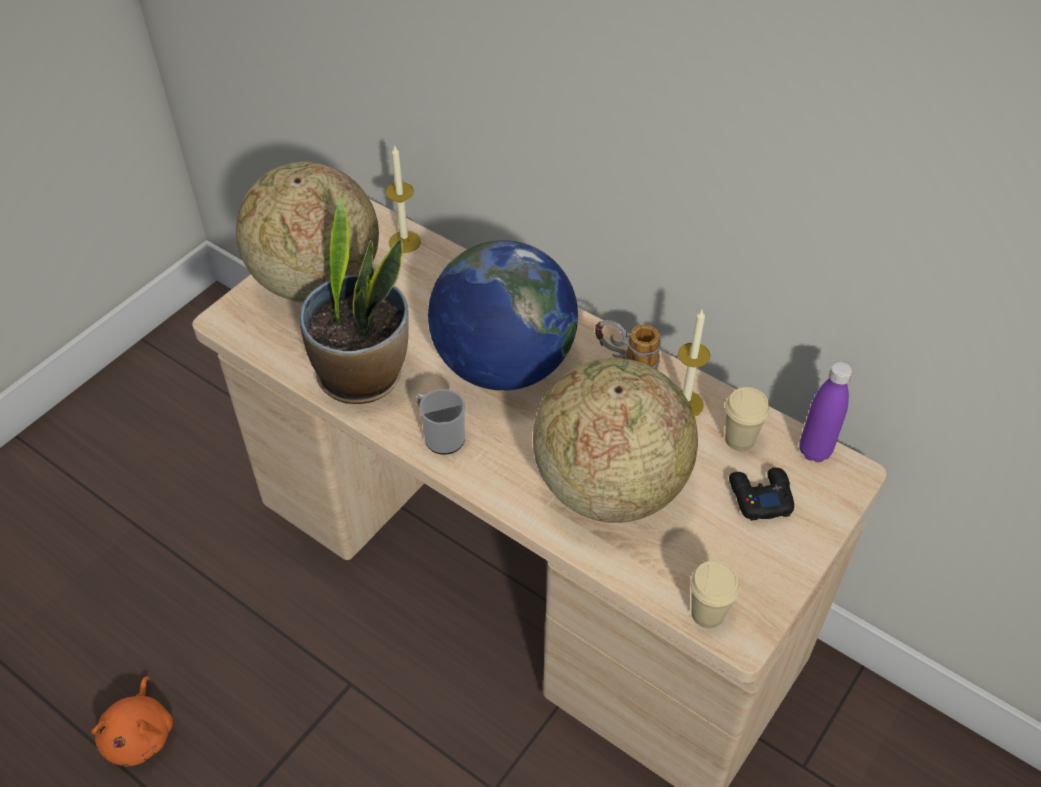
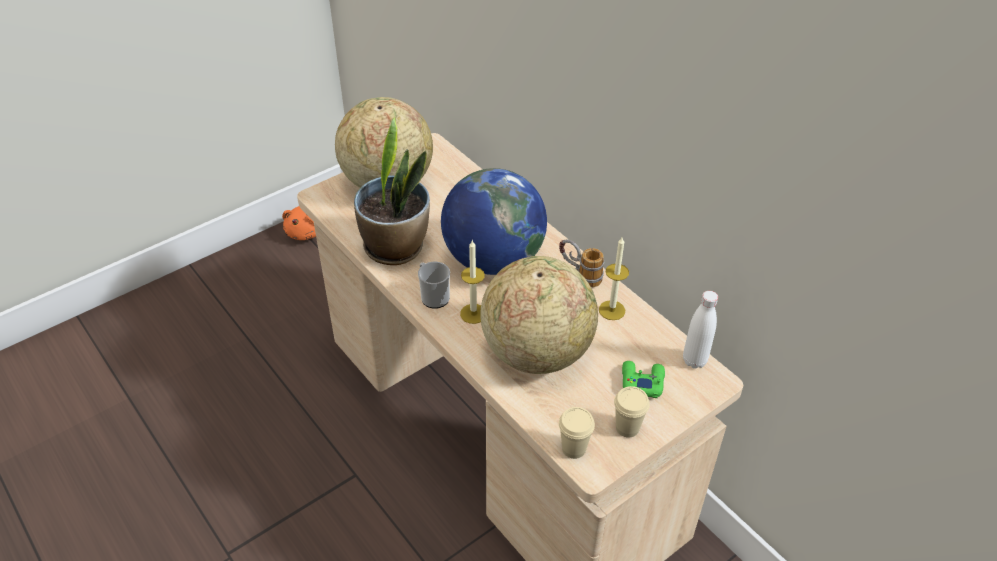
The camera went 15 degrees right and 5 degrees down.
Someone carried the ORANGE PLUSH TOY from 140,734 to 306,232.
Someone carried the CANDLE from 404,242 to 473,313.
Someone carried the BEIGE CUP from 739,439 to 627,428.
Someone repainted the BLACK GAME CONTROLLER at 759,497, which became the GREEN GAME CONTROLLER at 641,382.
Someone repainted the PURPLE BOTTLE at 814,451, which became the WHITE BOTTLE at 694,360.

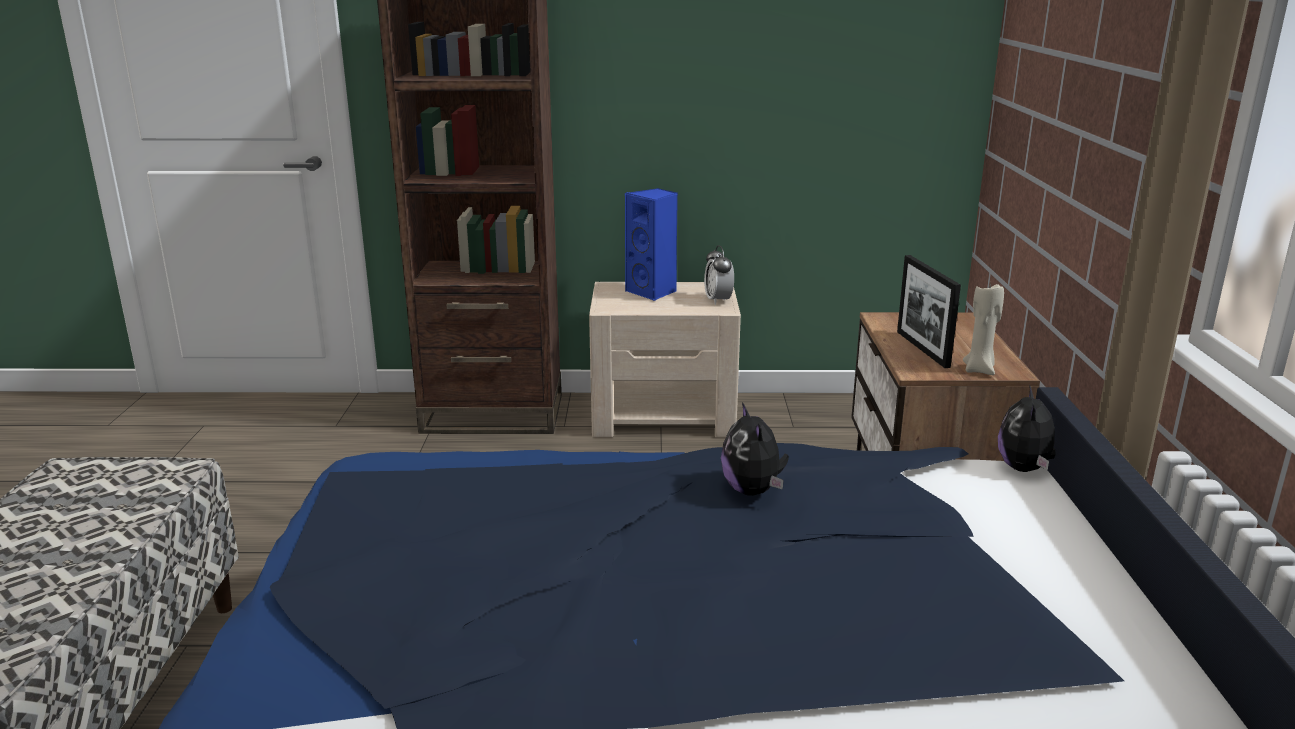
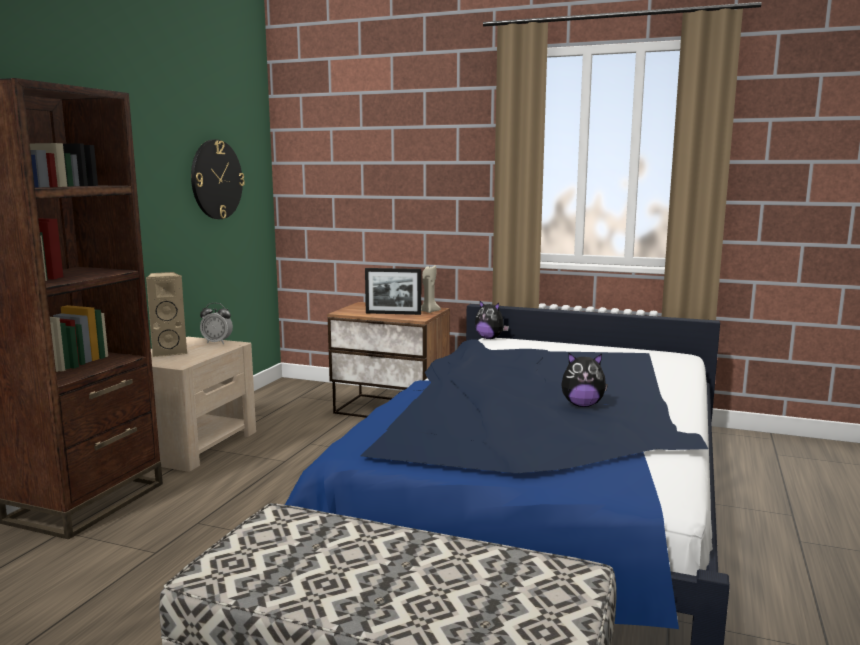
The camera went 70 degrees left and 10 degrees down.
Someone put up the WALL CLOCK at 216,179.
Someone carried the PLUSH TOY from 753,491 to 582,405.
Someone repainted the BLUE SPEAKER at 653,292, which became the BEIGE SPEAKER at 169,352.

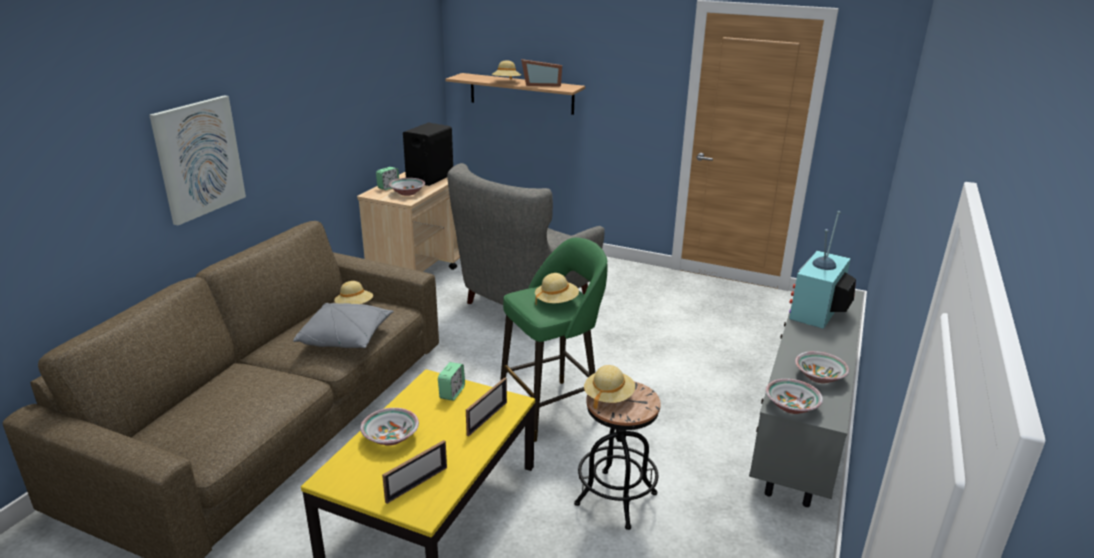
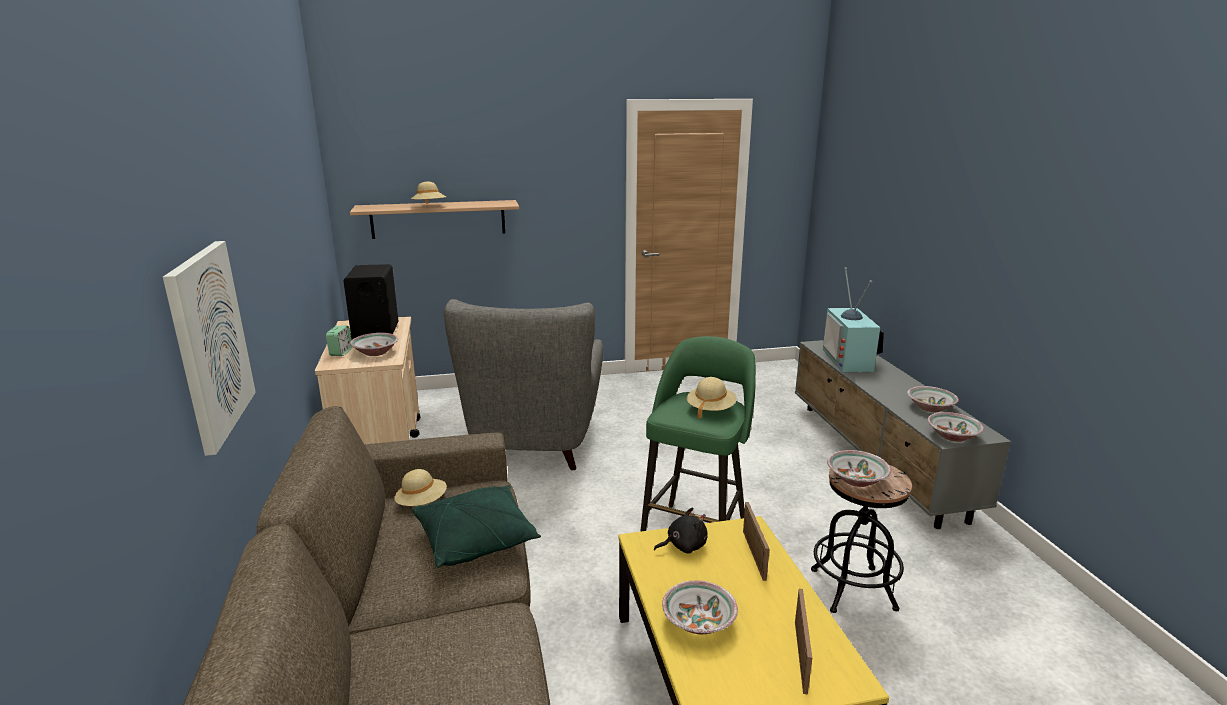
The camera went 35 degrees left and 5 degrees down.
Someone took away the PICTURE FRAME at 541,84.
Someone swapped the ALARM CLOCK at 452,393 for the BLACK PLUSH TOY at 683,546.
Someone swapped the BEIGE HAT at 608,397 for the BOWL at 856,480.
Someone repainted the GREY PILLOW at 346,338, which became the GREEN PILLOW at 476,539.

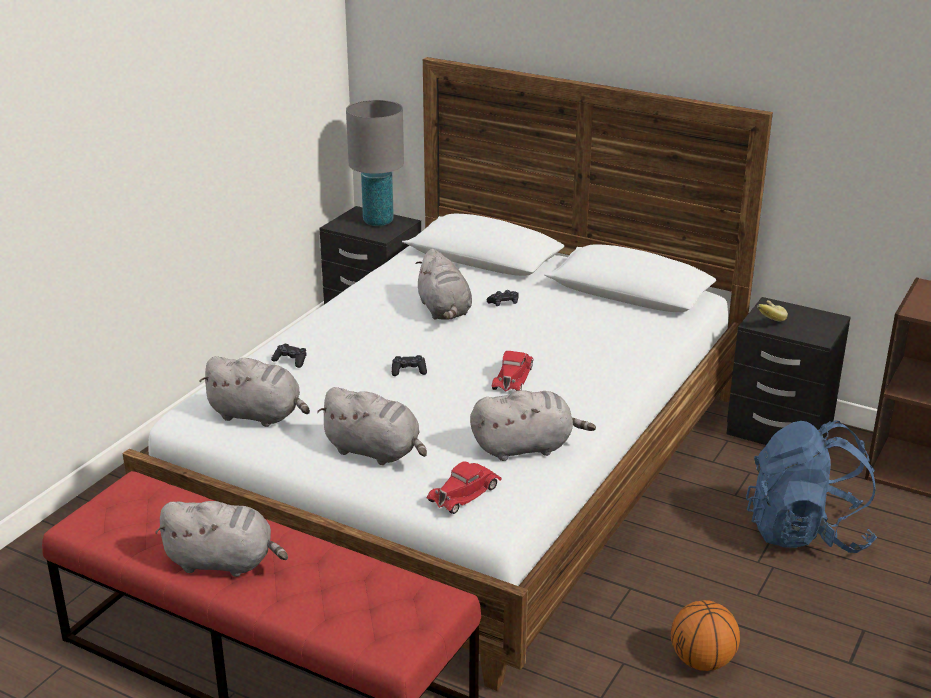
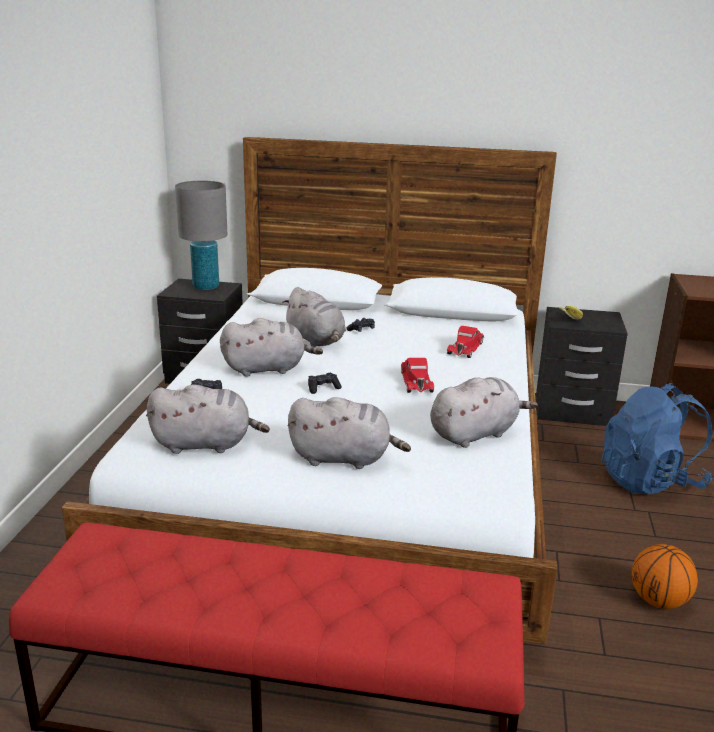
The camera went 20 degrees left and 5 degrees down.
Someone carried the GREY PLUSH TOY from 224,562 to 267,369.
Someone carried the RED TOY CAR from 465,493 to 465,348.

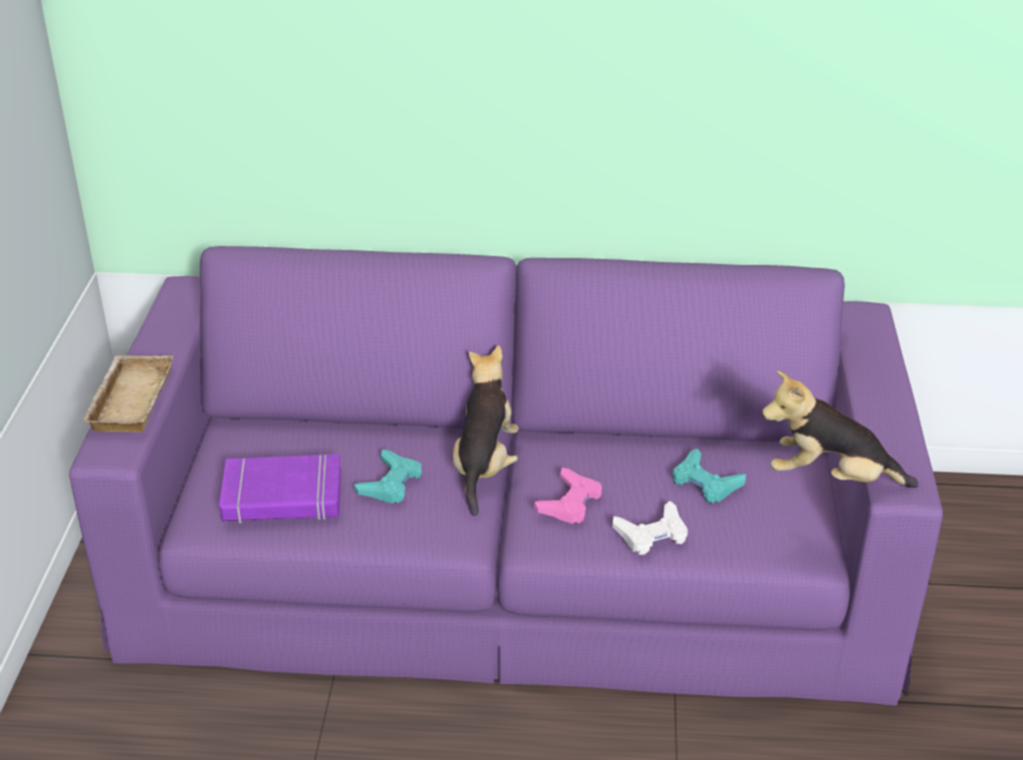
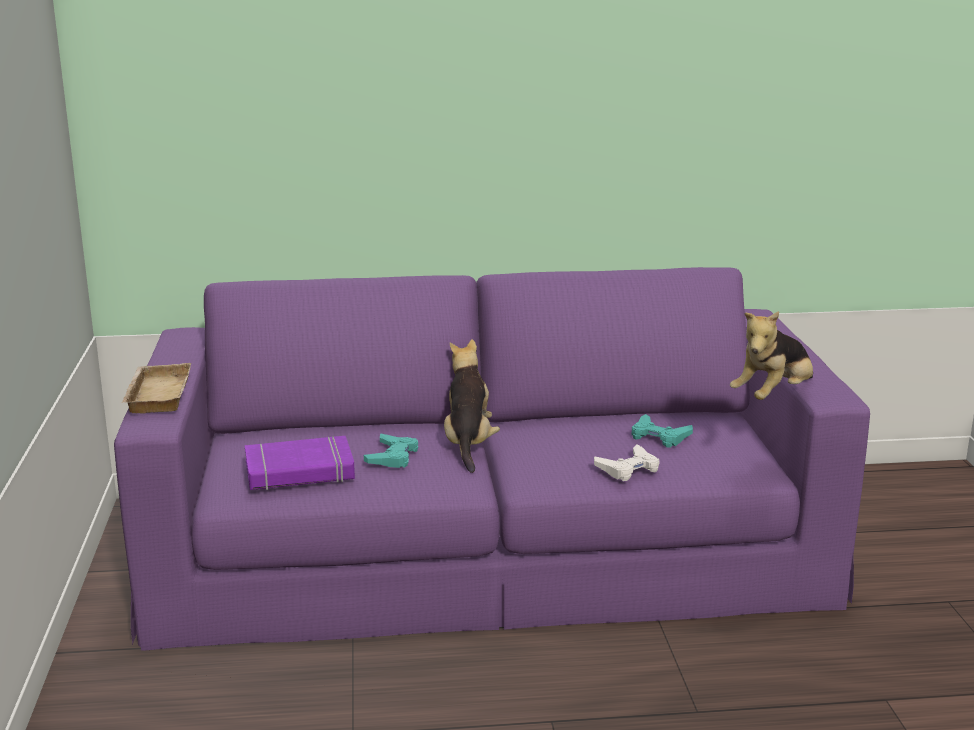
The camera went 10 degrees left and 15 degrees down.
Someone took away the PINK GAME CONTROLLER at 570,502.
Someone rotated the PLUSH TOY at 830,478 by 45 degrees counterclockwise.

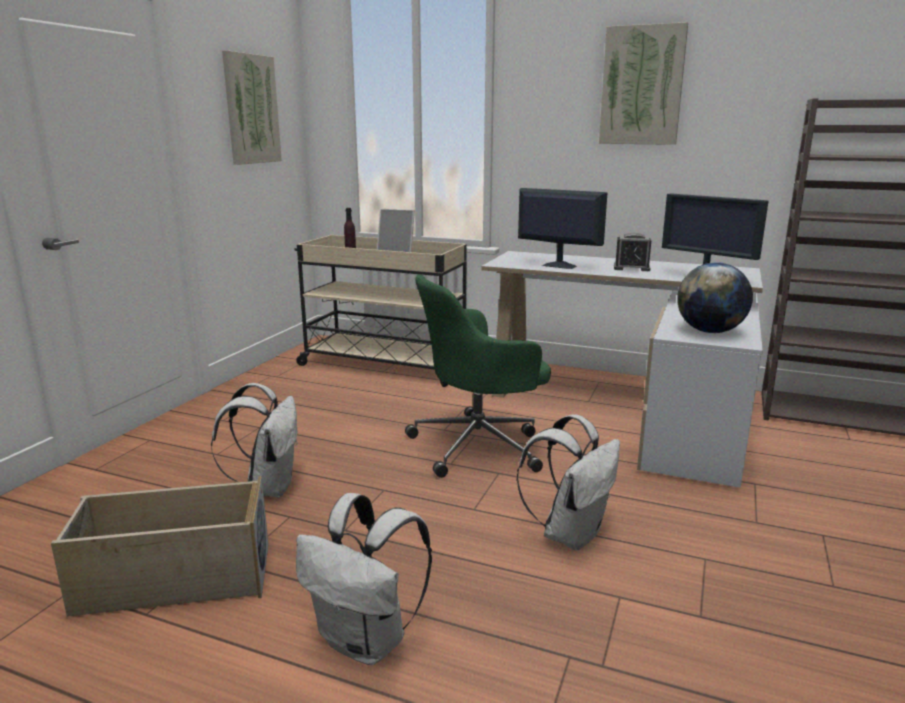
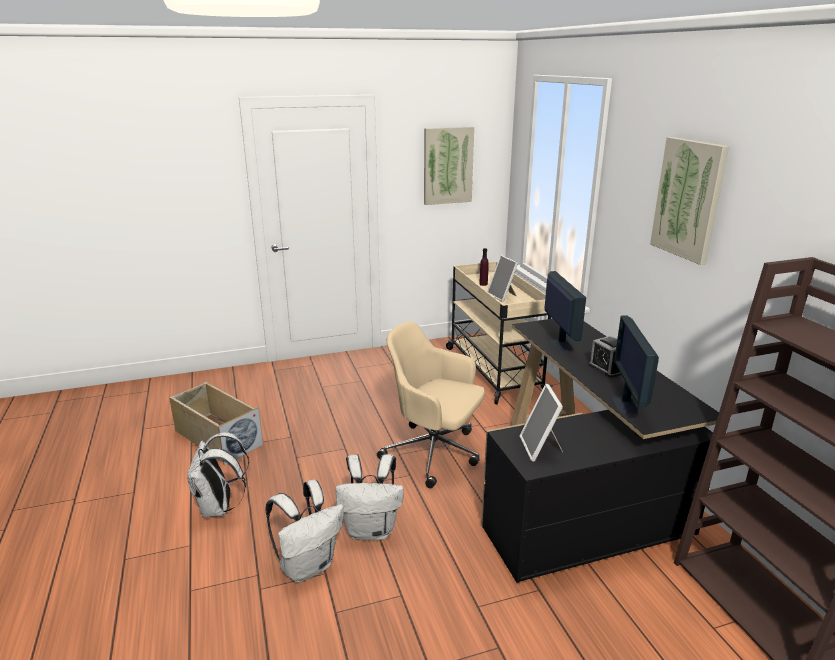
The camera went 50 degrees right and 5 degrees up.
Someone carried the WHITE BACKPACK from 268,487 to 308,566.
Someone swapped the GLOBE at 710,331 for the PICTURE FRAME at 541,448.
Someone repainted the GREEN OFFICE CHAIR at 479,445, which became the BEIGE OFFICE CHAIR at 434,453.
Someone repainted the WHITE DESK at 630,410, which became the BLACK DESK at 579,489.

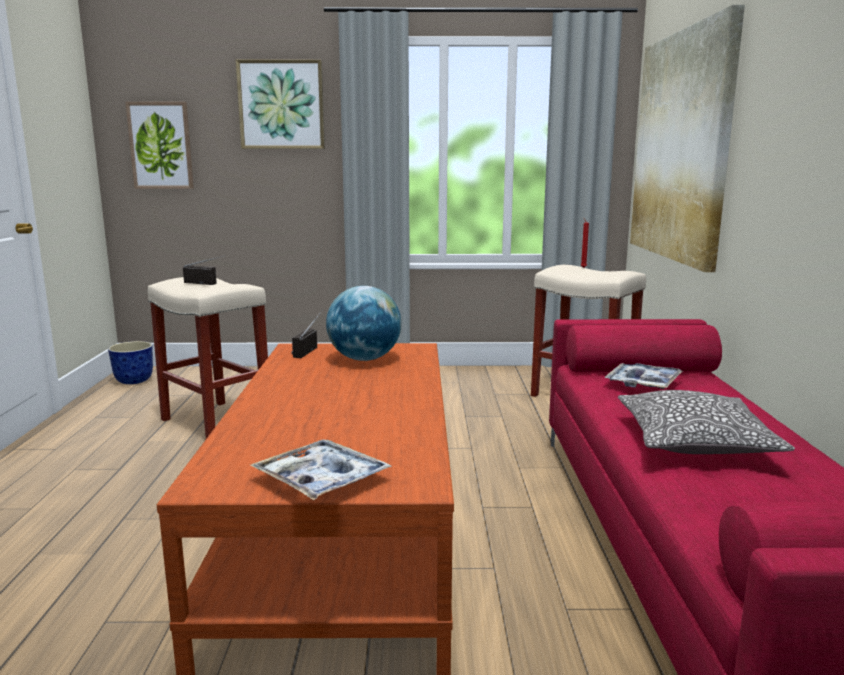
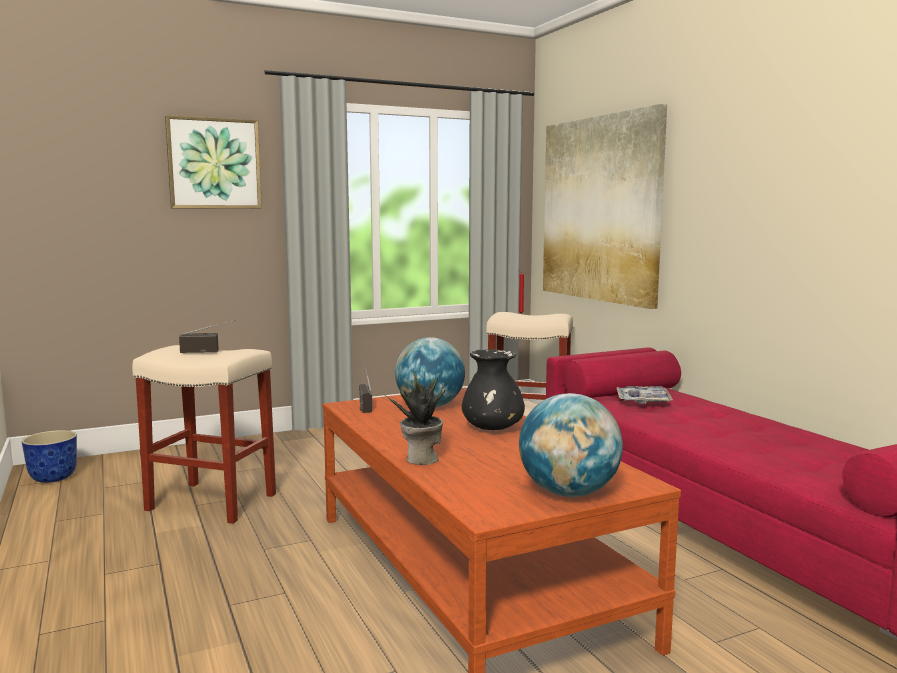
The camera went 25 degrees left and 5 degrees down.
Someone took away the PICTURE at 161,146.
Someone took away the PILLOW at 695,442.
Someone put down the POTTED PLANT at 421,460.
Someone put down the BLACK VASE at 493,429.
Someone swapped the TRAY at 321,480 for the GLOBE at 568,493.

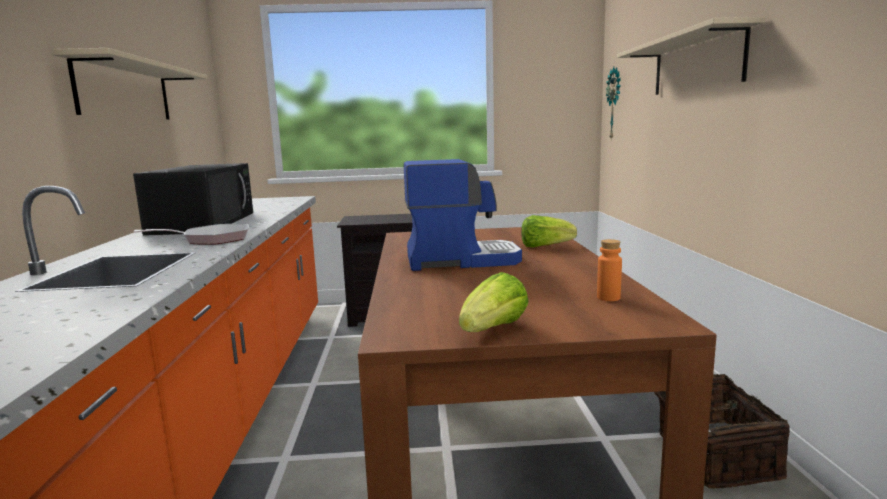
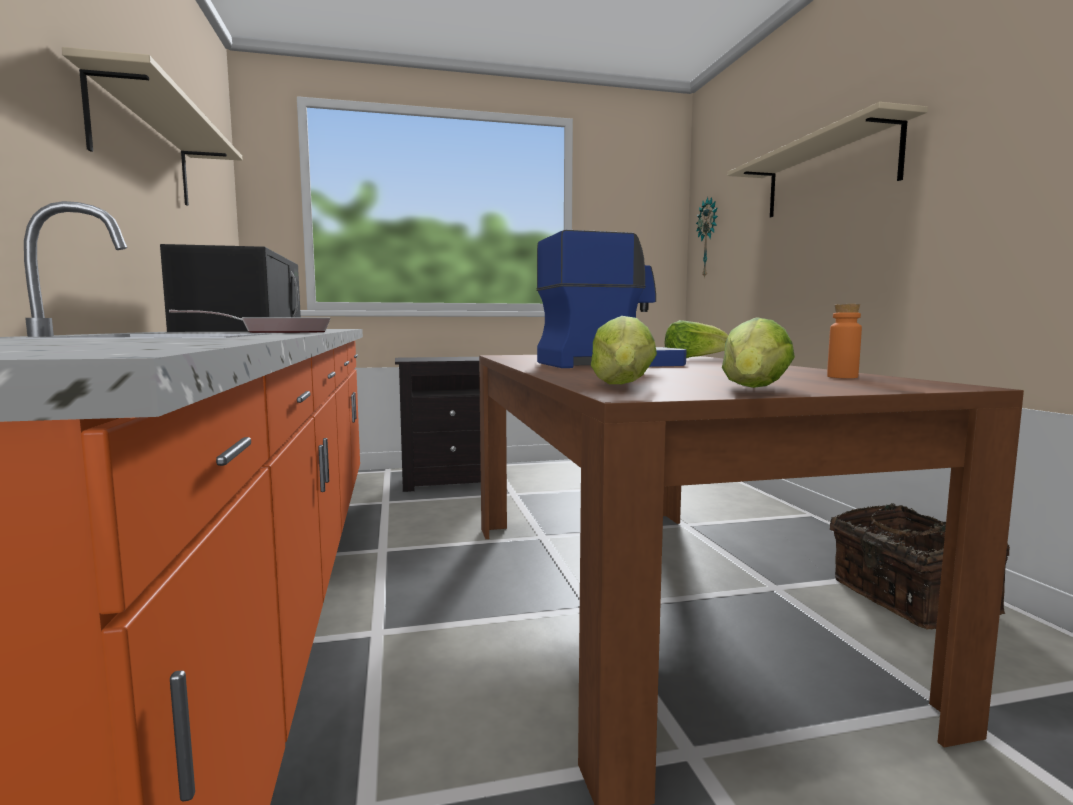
The camera went 10 degrees left and 5 degrees down.
Someone put down the LETTUCE at 623,386.

